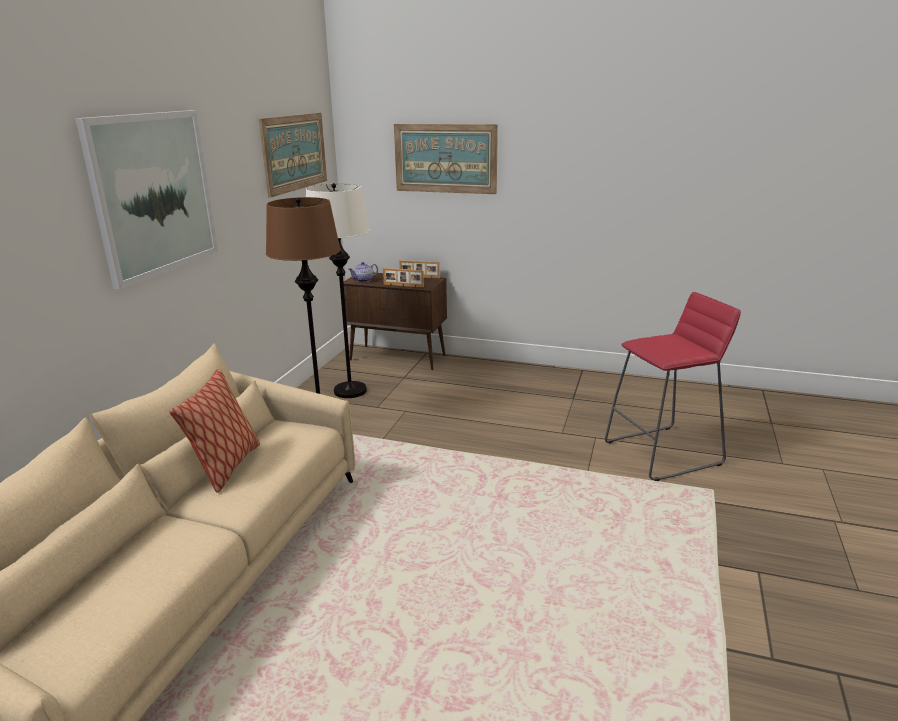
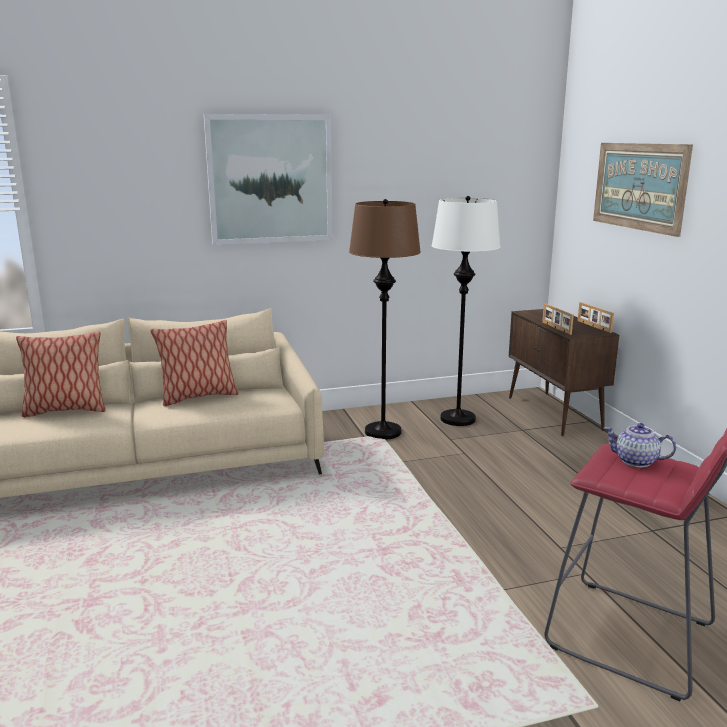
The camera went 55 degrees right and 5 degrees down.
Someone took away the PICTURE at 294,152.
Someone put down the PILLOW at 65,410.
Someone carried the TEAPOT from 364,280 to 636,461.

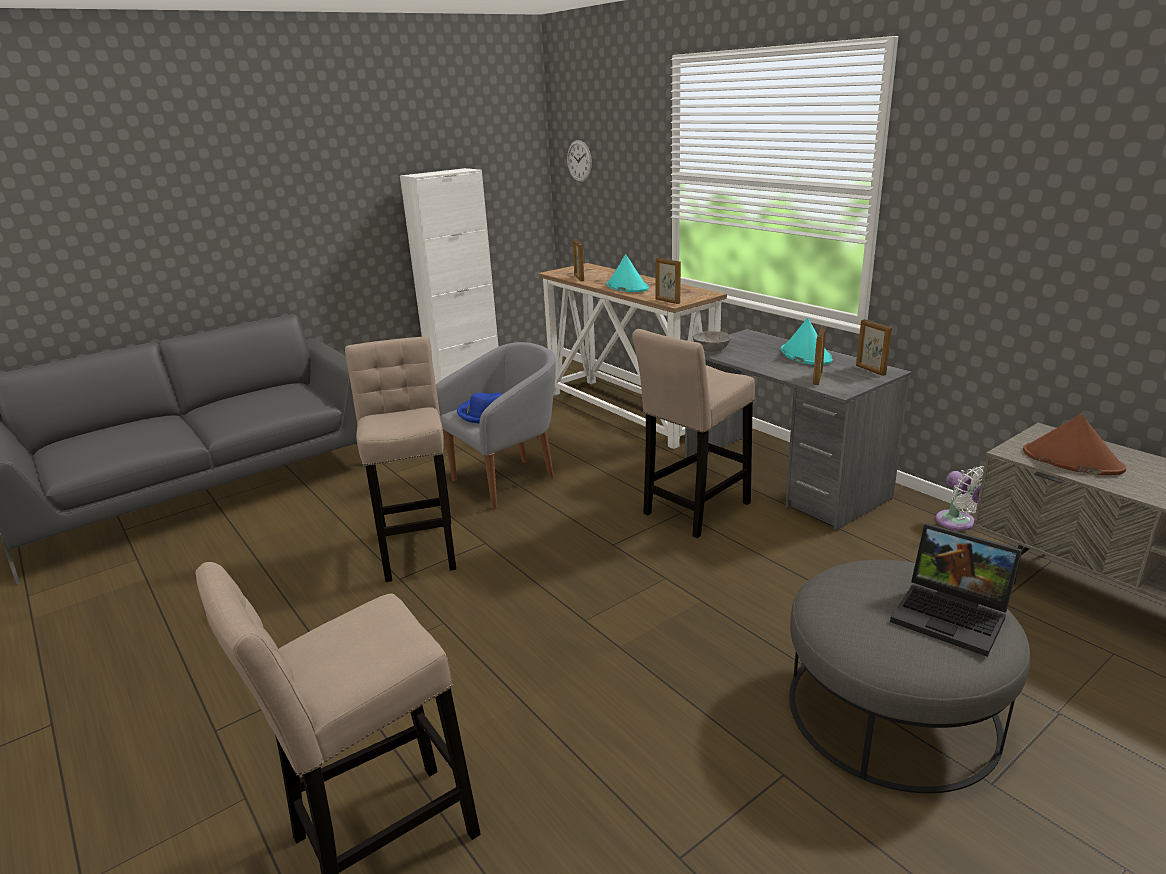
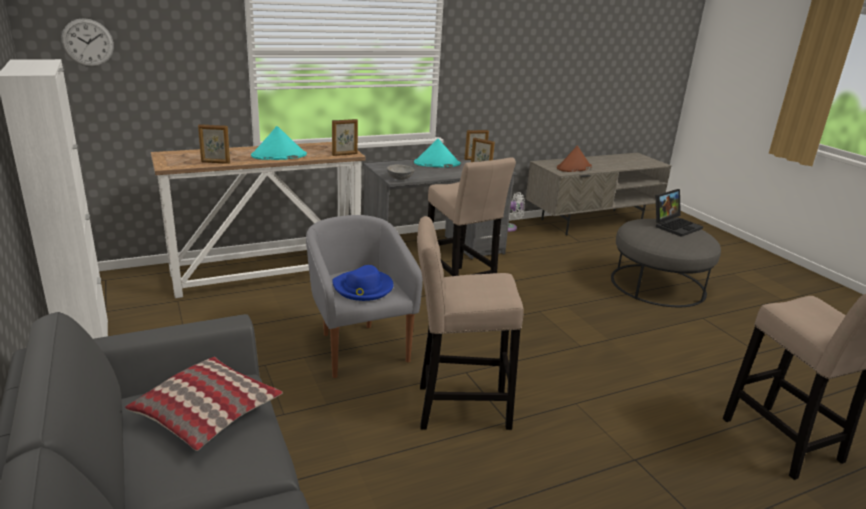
The camera went 80 degrees left and 0 degrees up.
Someone put down the PILLOW at 208,414.

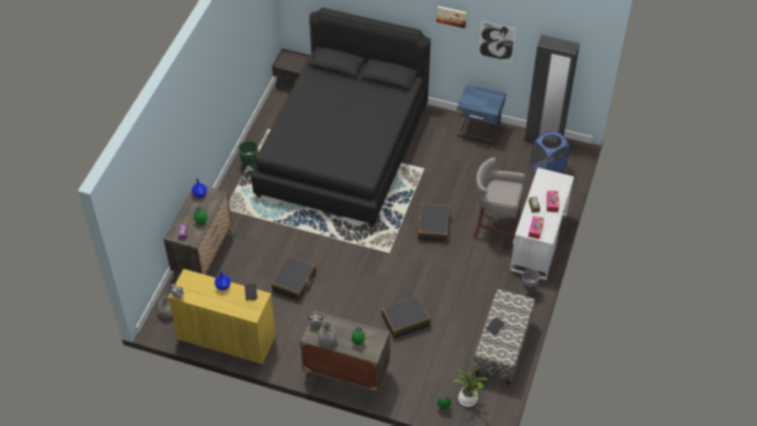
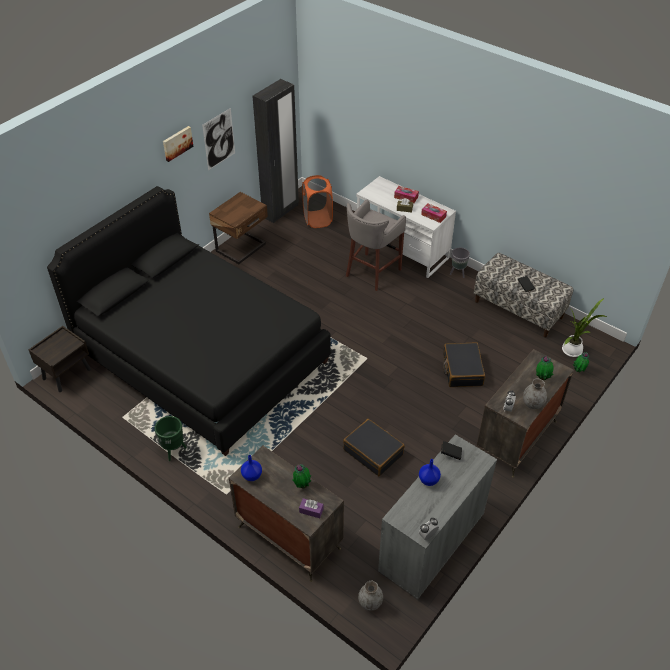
The camera went 70 degrees left and 5 degrees down.
Someone took away the BLACK SUITCASE at 433,227.
Someone repainted the YELLOW CABINET at 227,338, which became the GREY CABINET at 431,542.
Someone repainted the BLUE NIGHTSTAND at 478,131, which became the BROWN NIGHTSTAND at 242,248.
Someone repainted the BLUE LAUNDRY BASKET at 547,169, which became the ORANGE LAUNDRY BASKET at 317,219.

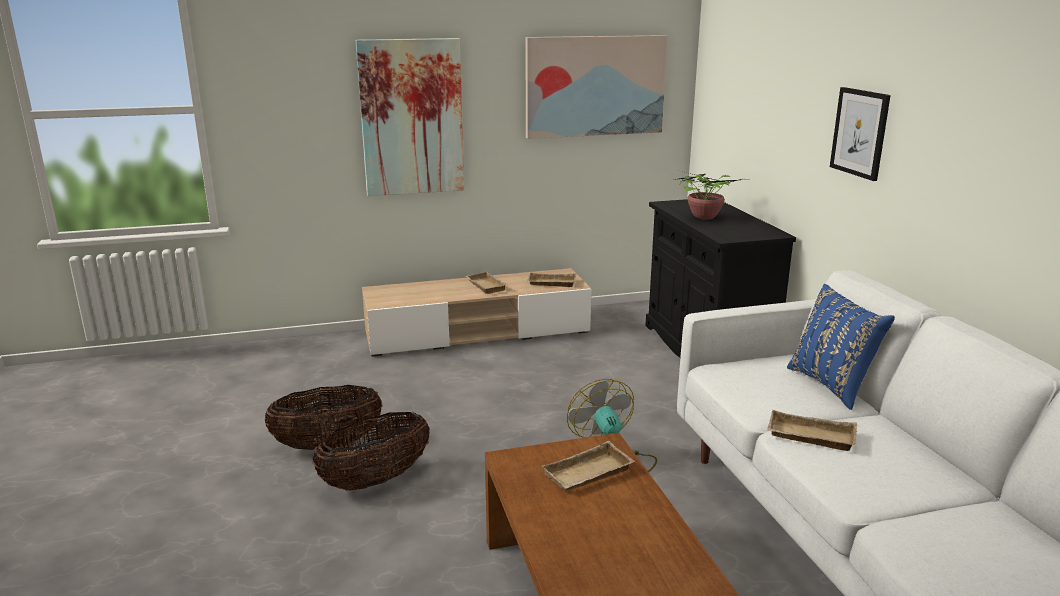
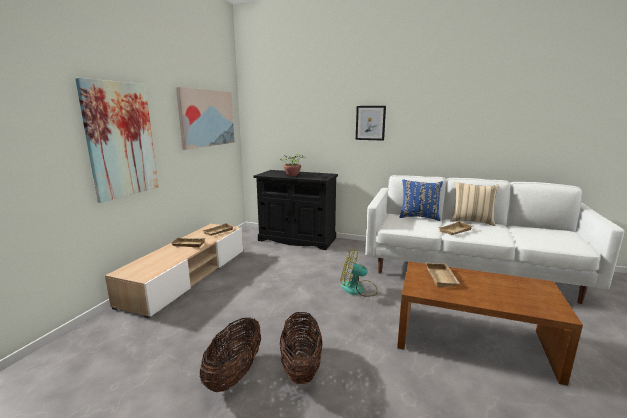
The camera went 55 degrees left and 5 degrees down.
Someone put down the BEIGE PILLOW at 471,221.

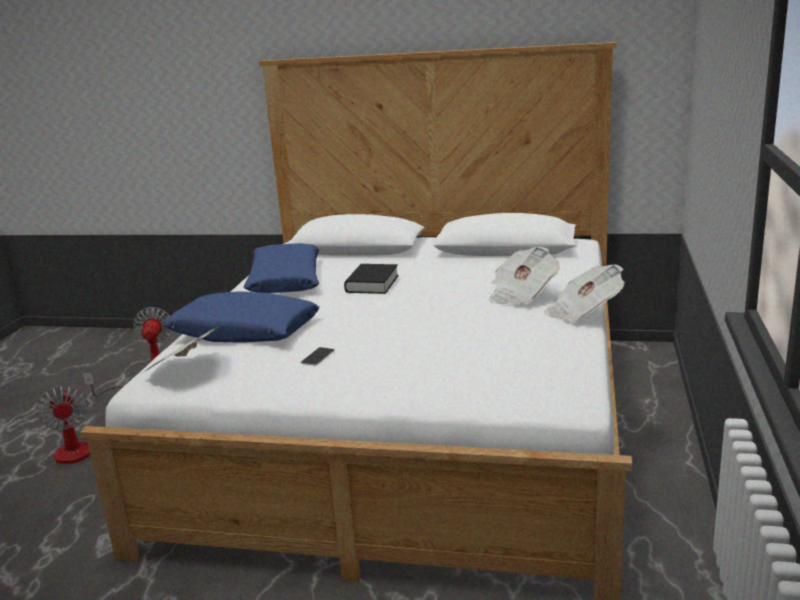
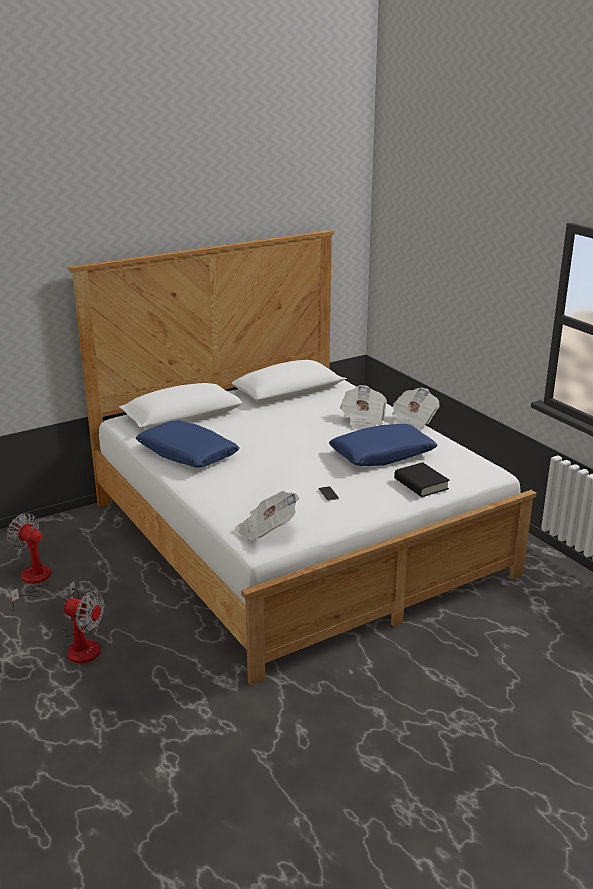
The camera went 45 degrees left and 5 degrees up.
Someone carried the BLUE PILLOW from 244,332 to 382,455.
Someone carried the BLACK BOOK from 372,284 to 421,484.

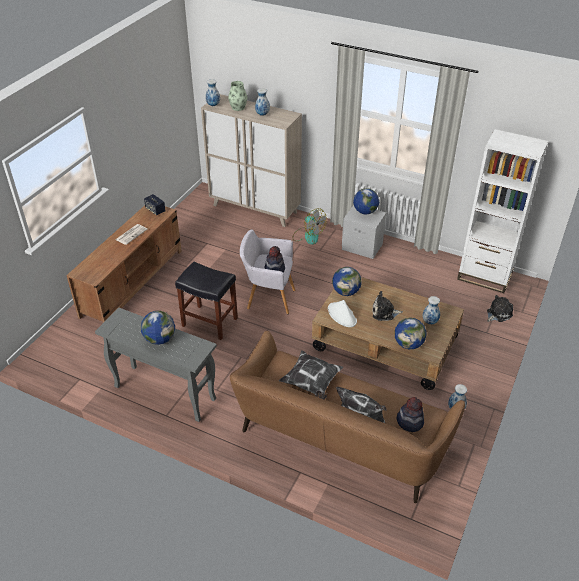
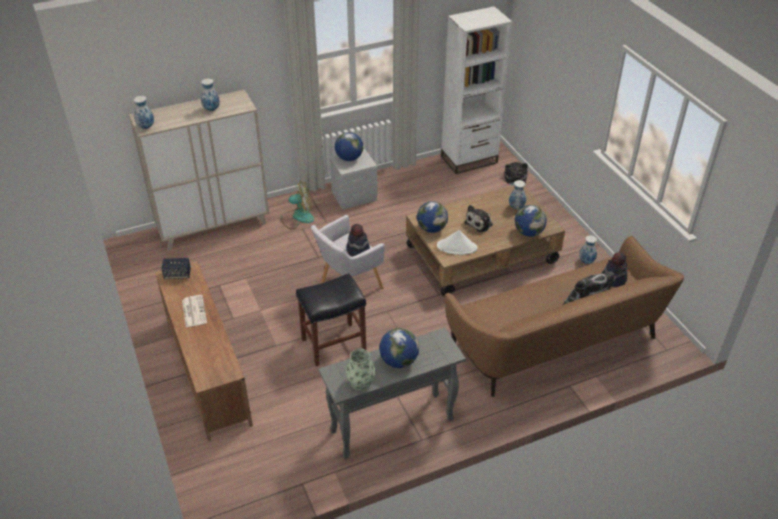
The camera went 50 degrees left and 0 degrees up.
Someone took away the PILLOW at 311,383.
Someone carried the VASE from 238,107 to 360,383.

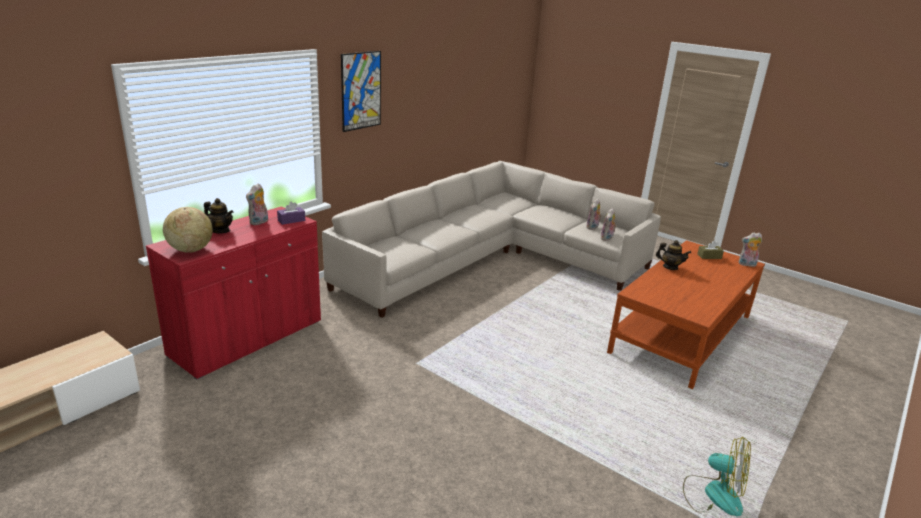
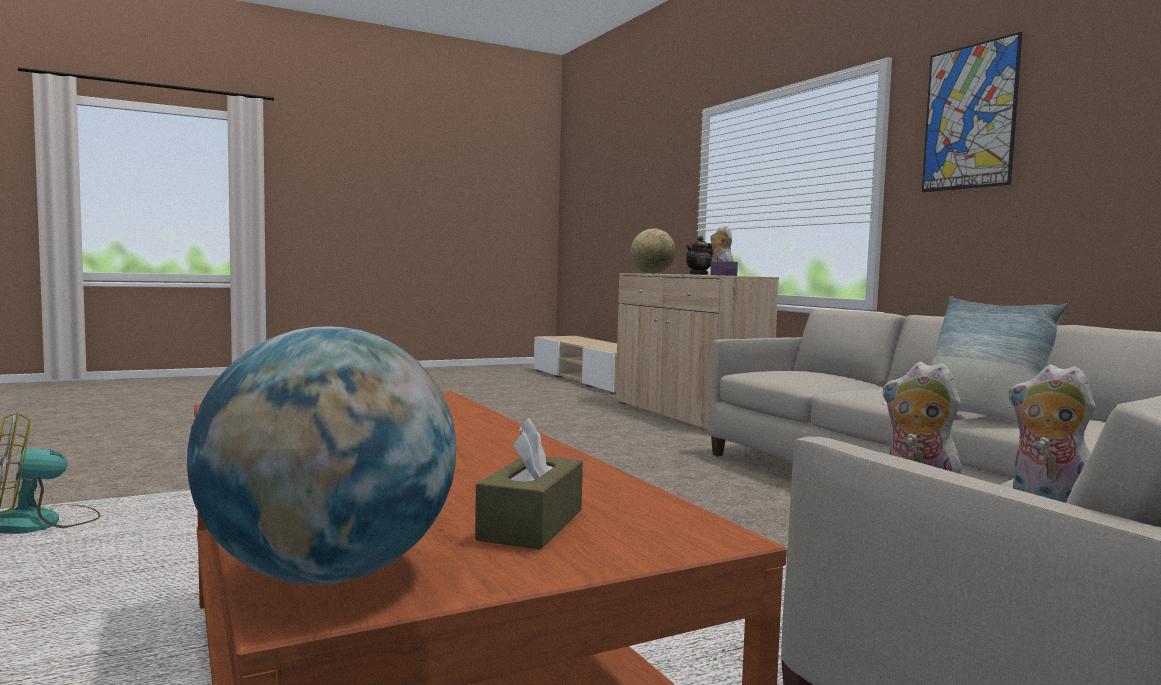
The camera went 115 degrees right and 20 degrees down.
Someone took away the TEAPOT at 670,267.
Someone put down the PILLOW at 980,417.
Someone swapped the PLUSH TOY at 746,264 for the GLOBE at 328,575.
Someone repainted the RED CABINET at 247,338, which became the BEIGE CABINET at 687,415.

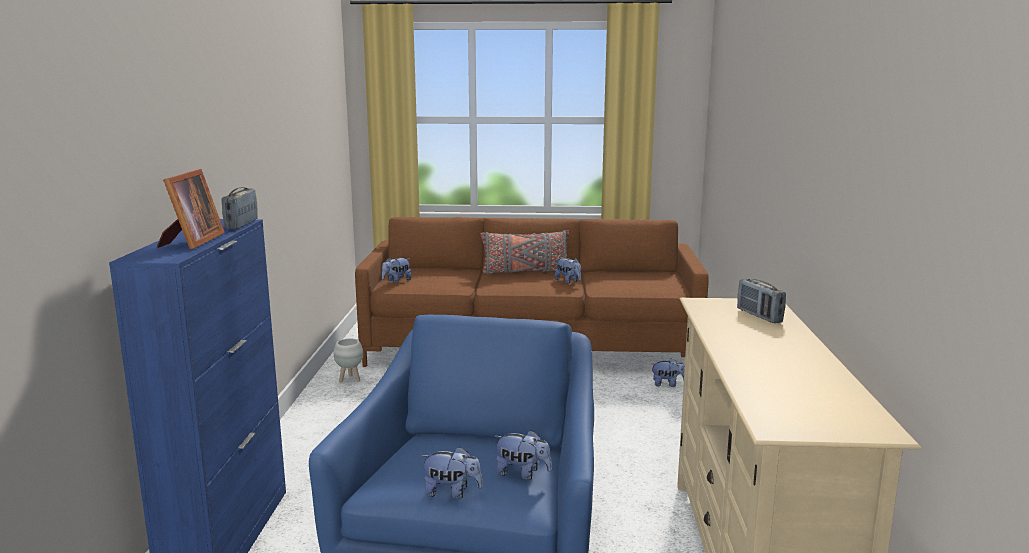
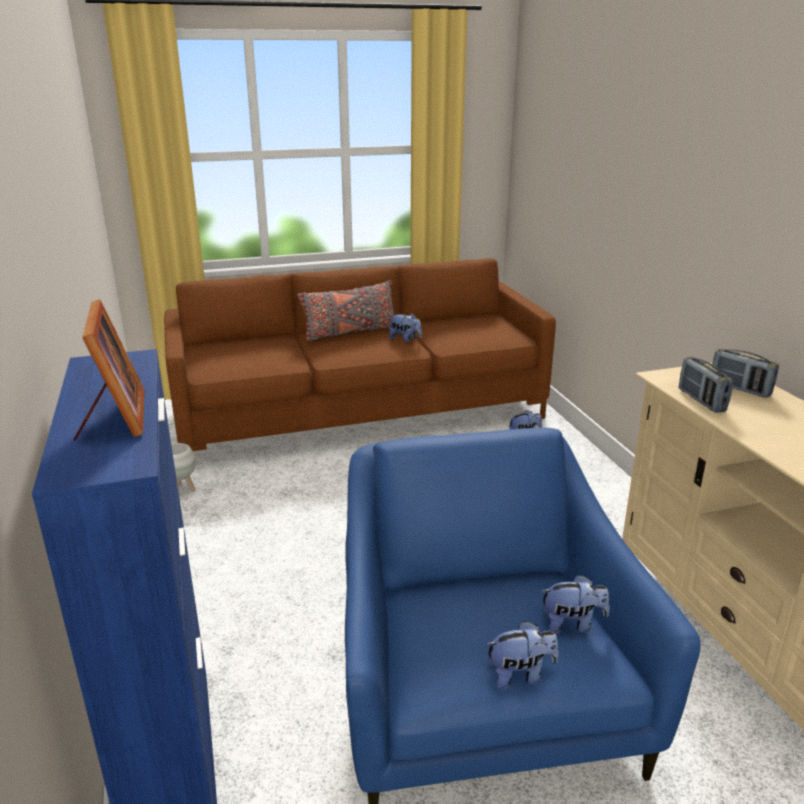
The camera went 20 degrees left and 10 degrees up.
Someone took away the PLUSH TOY at 396,281.
Someone carried the RADIO from 241,225 to 701,401.

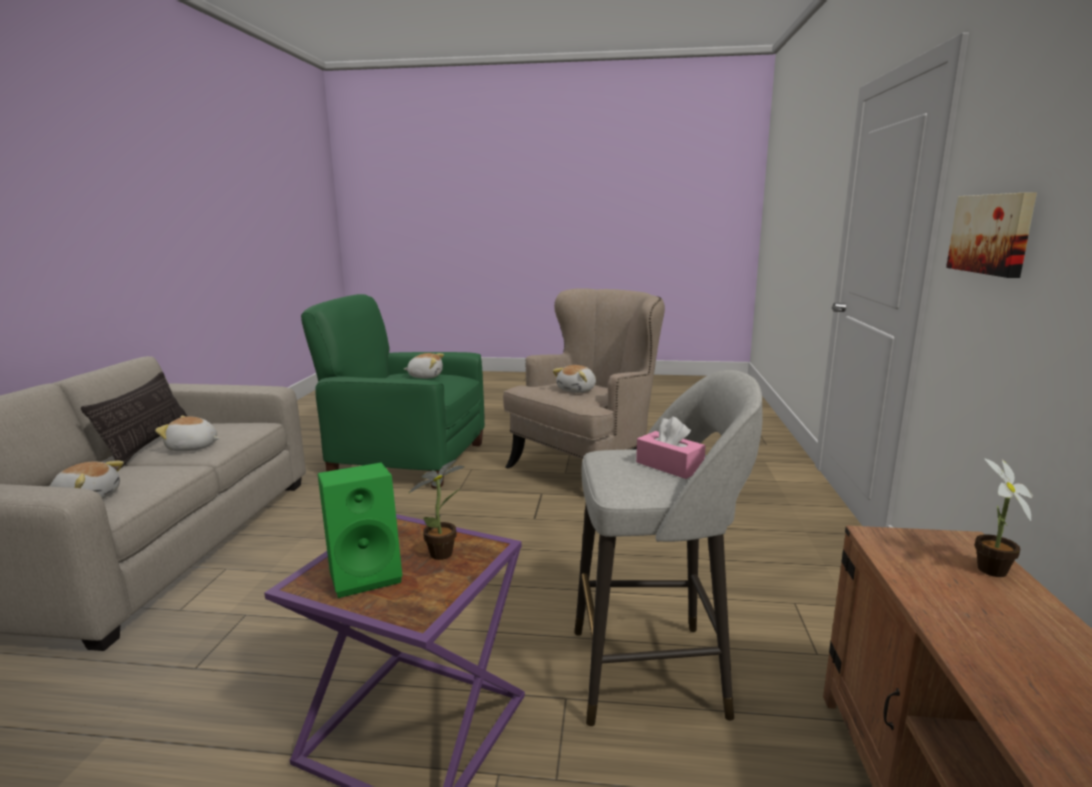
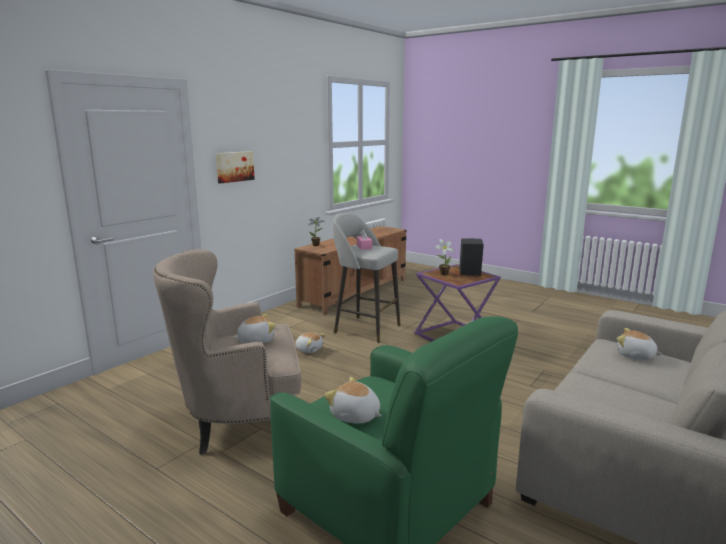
The camera went 150 degrees left and 0 degrees up.
Someone took away the PILLOW at 149,444.
Someone carried the PLUSH TOY from 192,447 to 309,349.
Someone repainted the GREEN SPEAKER at 366,574, which became the BLACK SPEAKER at 469,274.

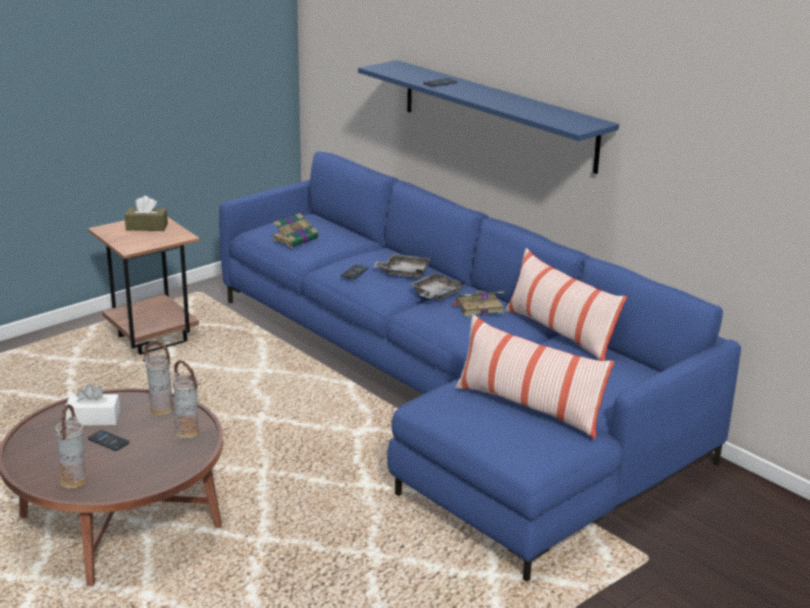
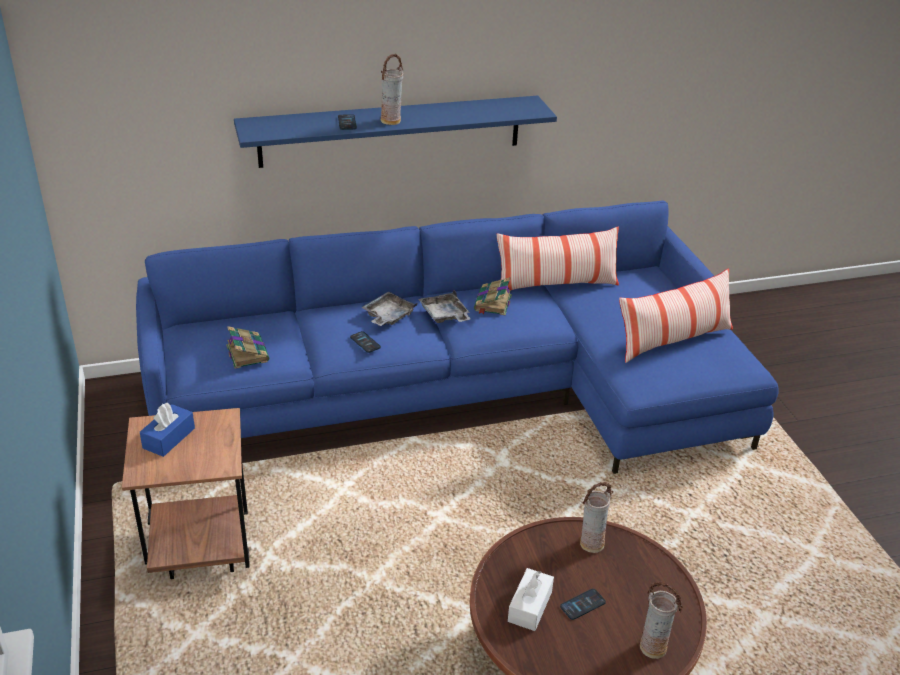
The camera went 65 degrees left and 10 degrees up.
Someone carried the VASE from 161,410 to 391,121.
Someone repainted the BROWN TISSUE BOX at 147,227, which became the BLUE TISSUE BOX at 169,438.

